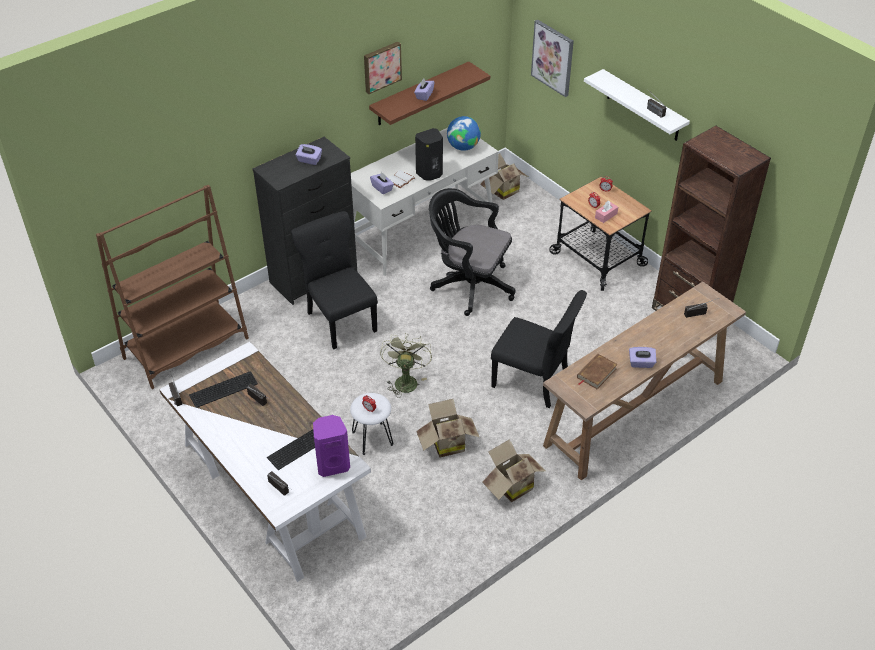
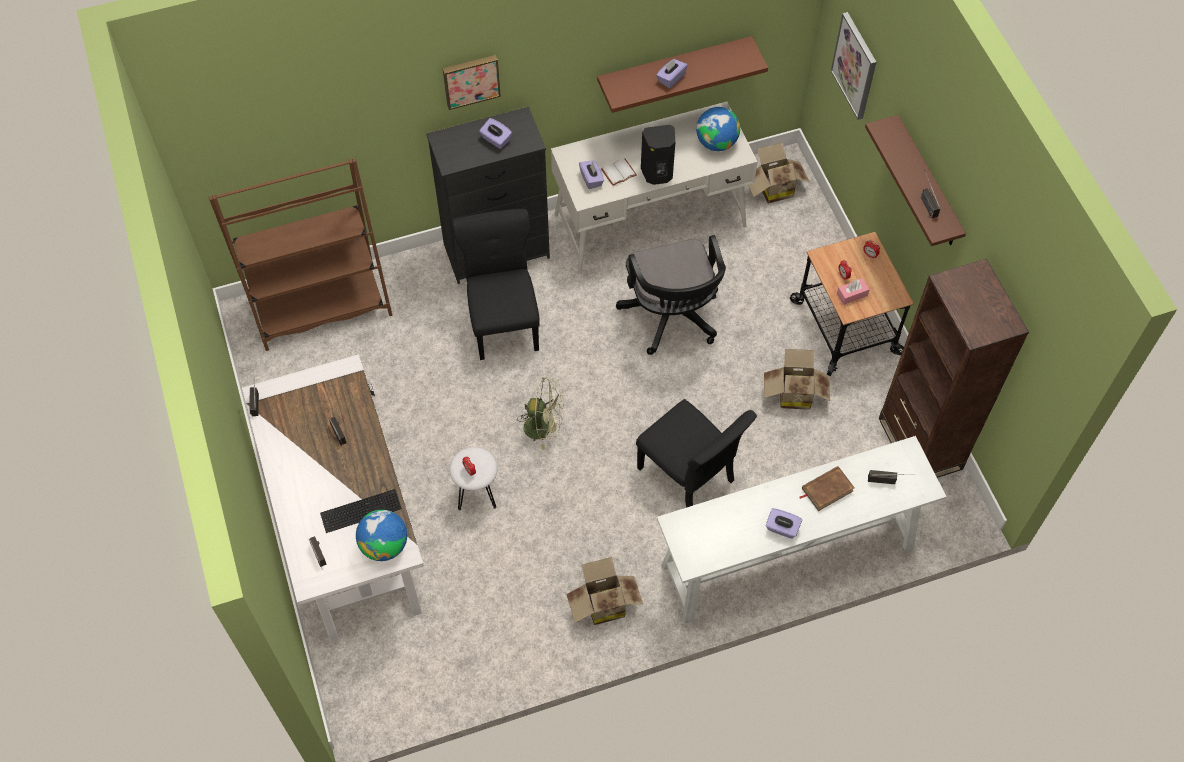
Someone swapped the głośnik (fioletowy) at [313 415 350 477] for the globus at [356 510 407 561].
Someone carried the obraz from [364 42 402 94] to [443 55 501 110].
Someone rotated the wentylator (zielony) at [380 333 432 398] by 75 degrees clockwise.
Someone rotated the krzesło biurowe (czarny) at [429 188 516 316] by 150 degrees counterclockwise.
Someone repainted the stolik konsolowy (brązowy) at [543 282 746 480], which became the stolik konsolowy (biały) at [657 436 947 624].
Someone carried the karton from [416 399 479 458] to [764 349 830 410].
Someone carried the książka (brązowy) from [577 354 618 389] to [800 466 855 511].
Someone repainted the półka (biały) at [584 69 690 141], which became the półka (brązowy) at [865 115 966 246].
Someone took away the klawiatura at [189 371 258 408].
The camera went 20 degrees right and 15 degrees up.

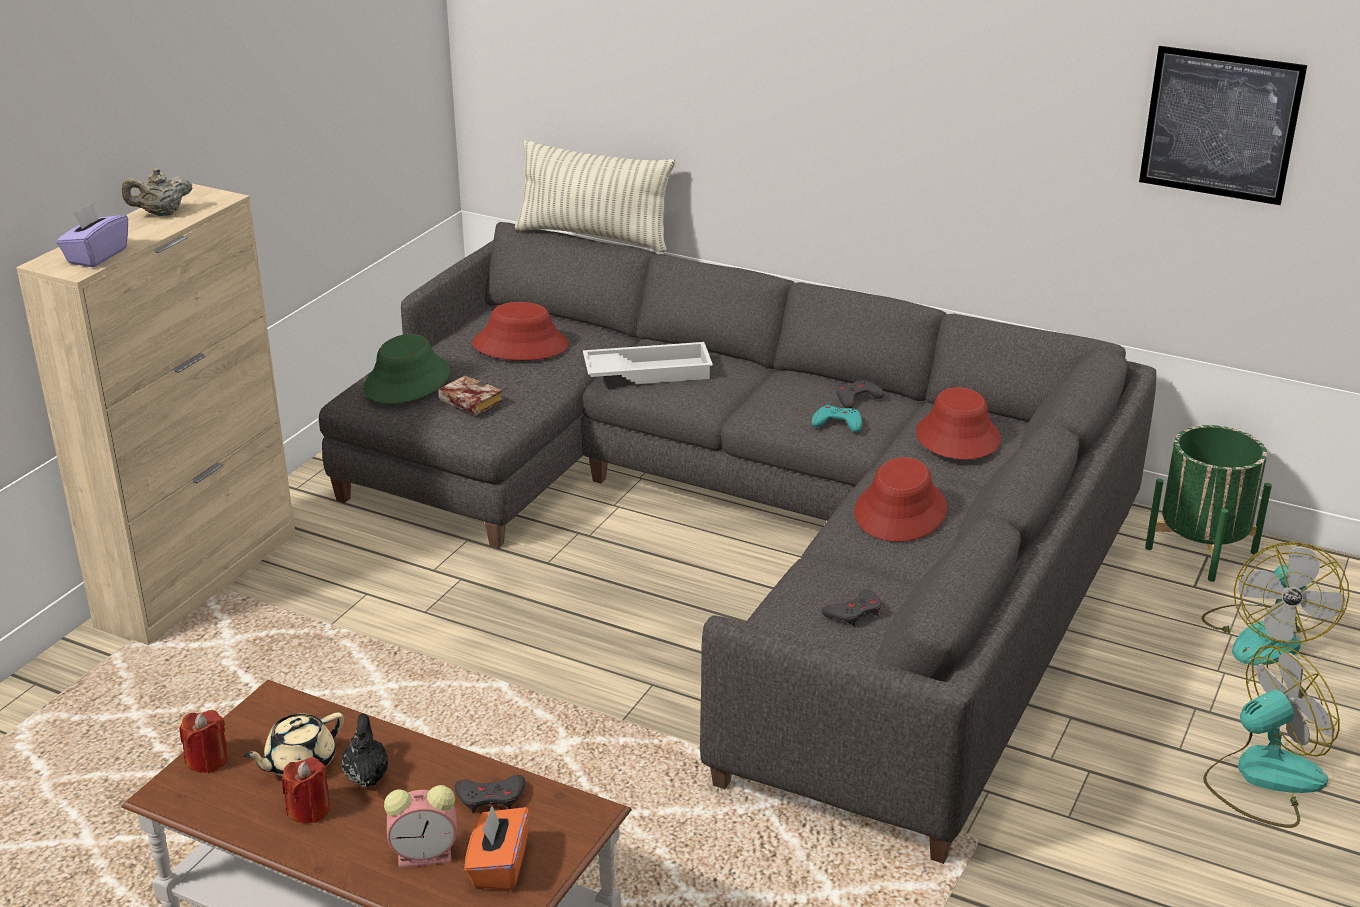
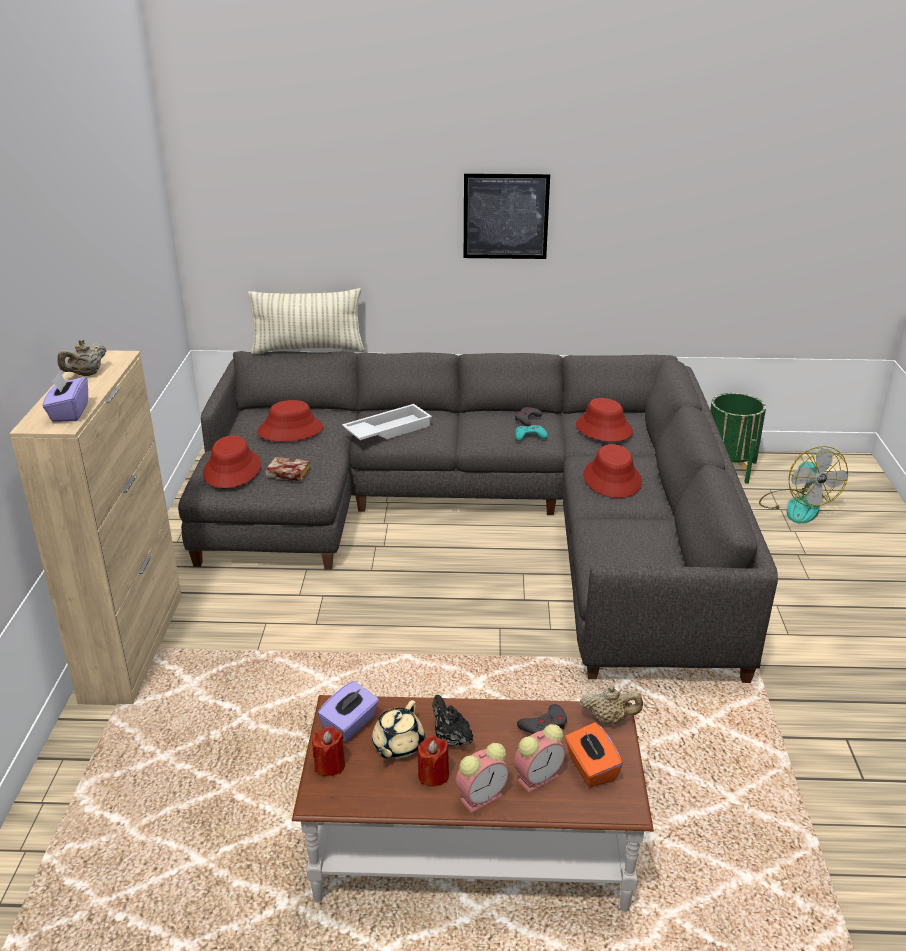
Someone repainted the kapelusz (zielony) at [363 334 450 404], which became the kapelusz (czerwony) at [203 436 261 488].
Someone put down the pudełko chusteczek (fioletowy) at [317 681 379 742].
Someone put down the budzik at [456 743 509 813].
Someone carried the obraz from [1139 46 1307 205] to [464 173 550 259].
Someone put down the imbryk (beżowy) at [580 685 643 725].
Someone took away the pad do gier (szary) at [822 590 881 626].
Someone took away the wentylator at [1203 645 1340 828].
The camera went 25 degrees left and 0 degrees up.

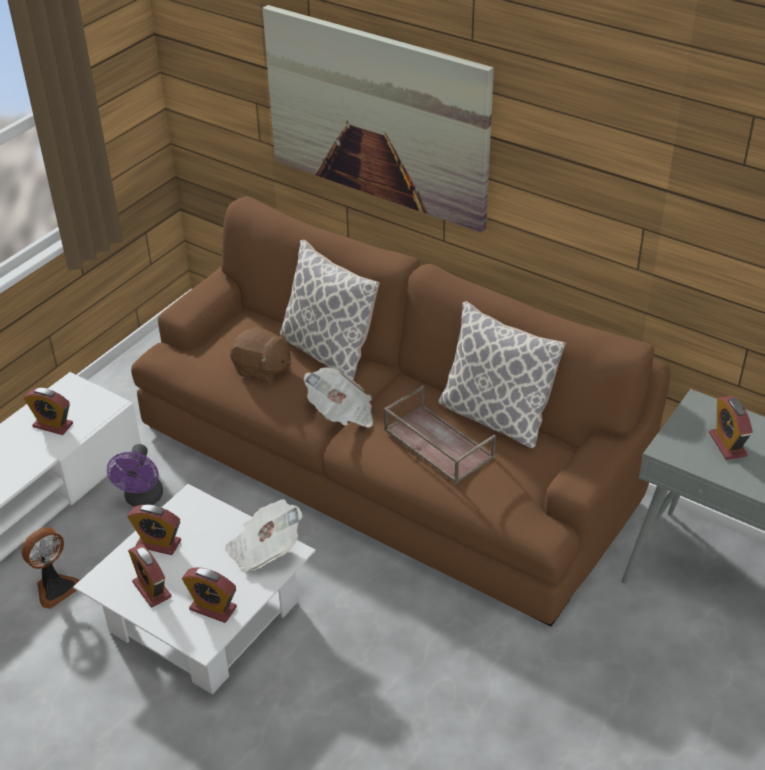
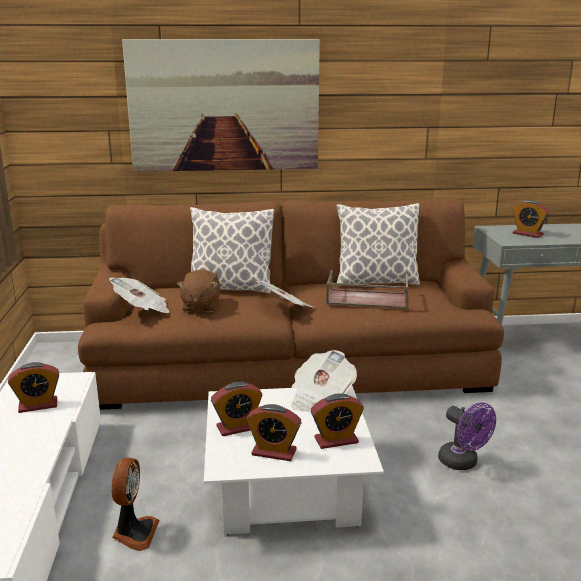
Someone put down the gazeta at [109 278 169 313].
Someone rotated the pluszak (brązowy) at [230 327 291 384] by 105 degrees clockwise.
Someone carried the wentylator (fioletowy) from [107 444 163 506] to [438 402 496 470].
The camera went 40 degrees left and 20 degrees down.

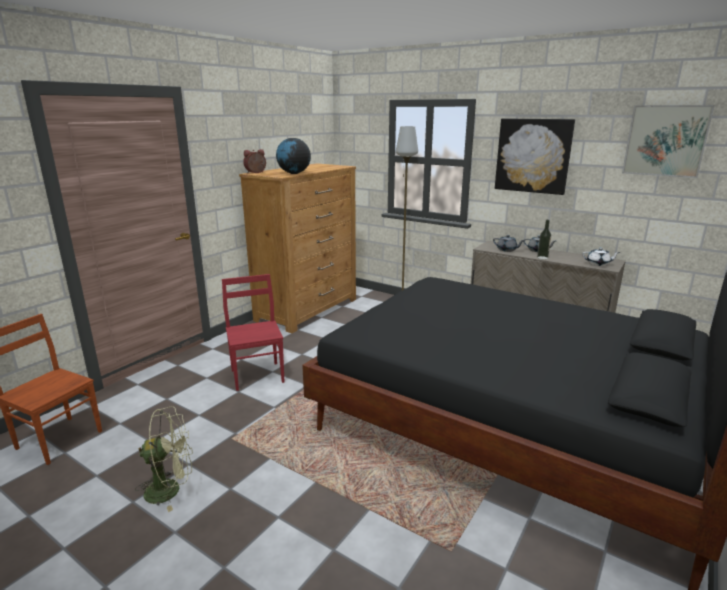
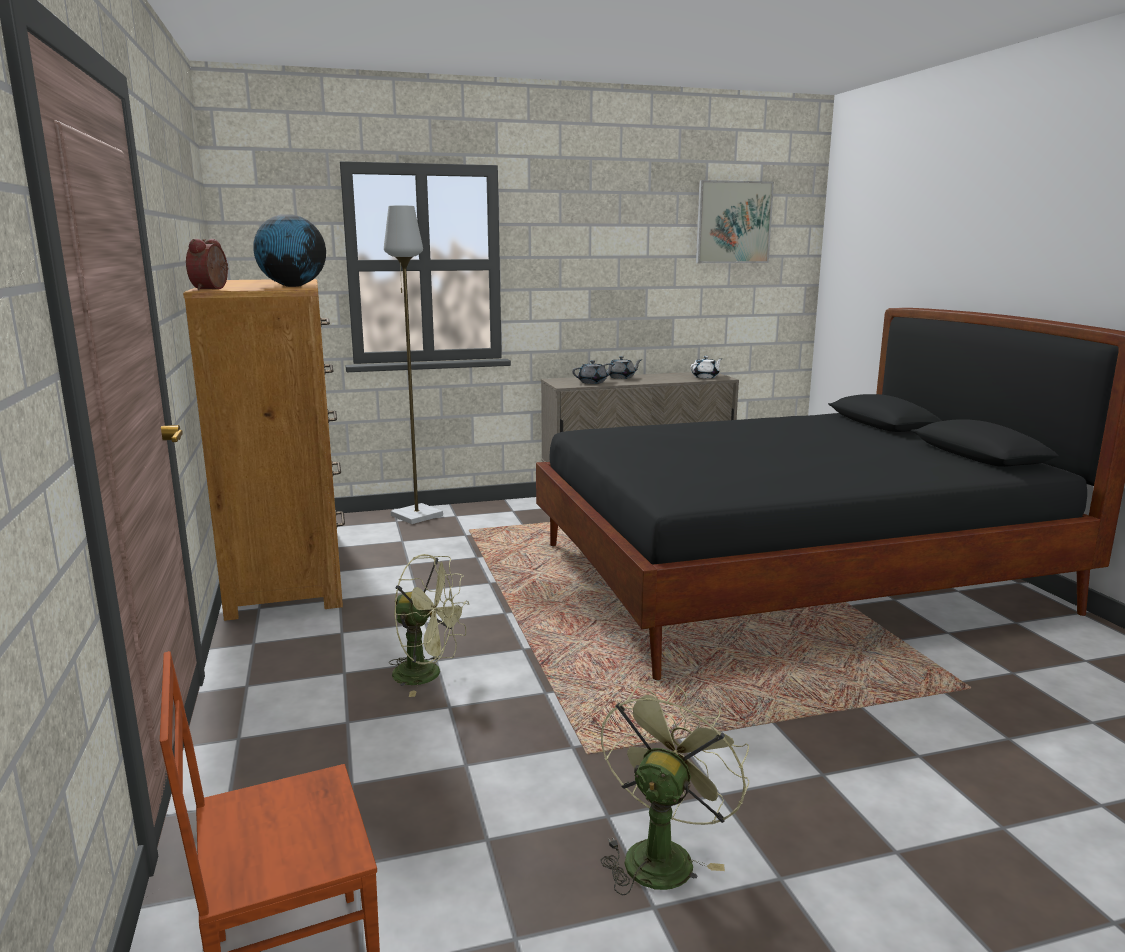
Someone swapped the krzesło (czerwony) at [222 274 284 391] for the wentylator (zielony) at [389 554 469 697].
Someone took away the obraz at [495 118 575 195].
Someone took away the butelka at [537 220 551 259].
The camera went 50 degrees left and 5 degrees down.

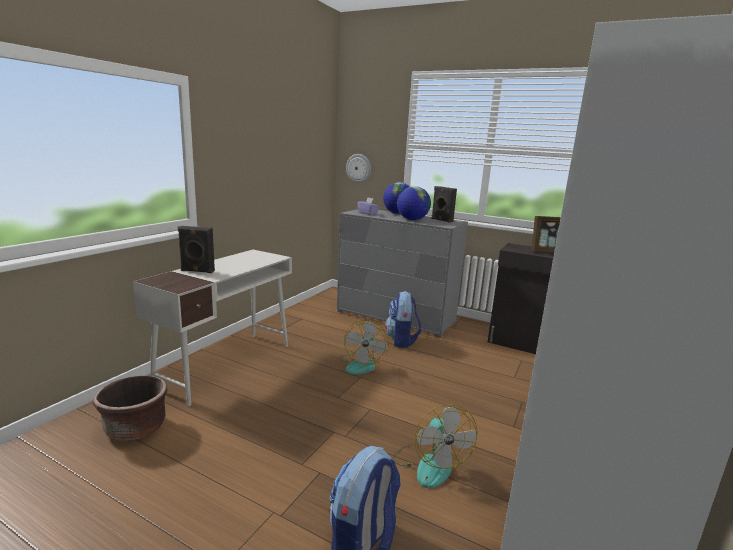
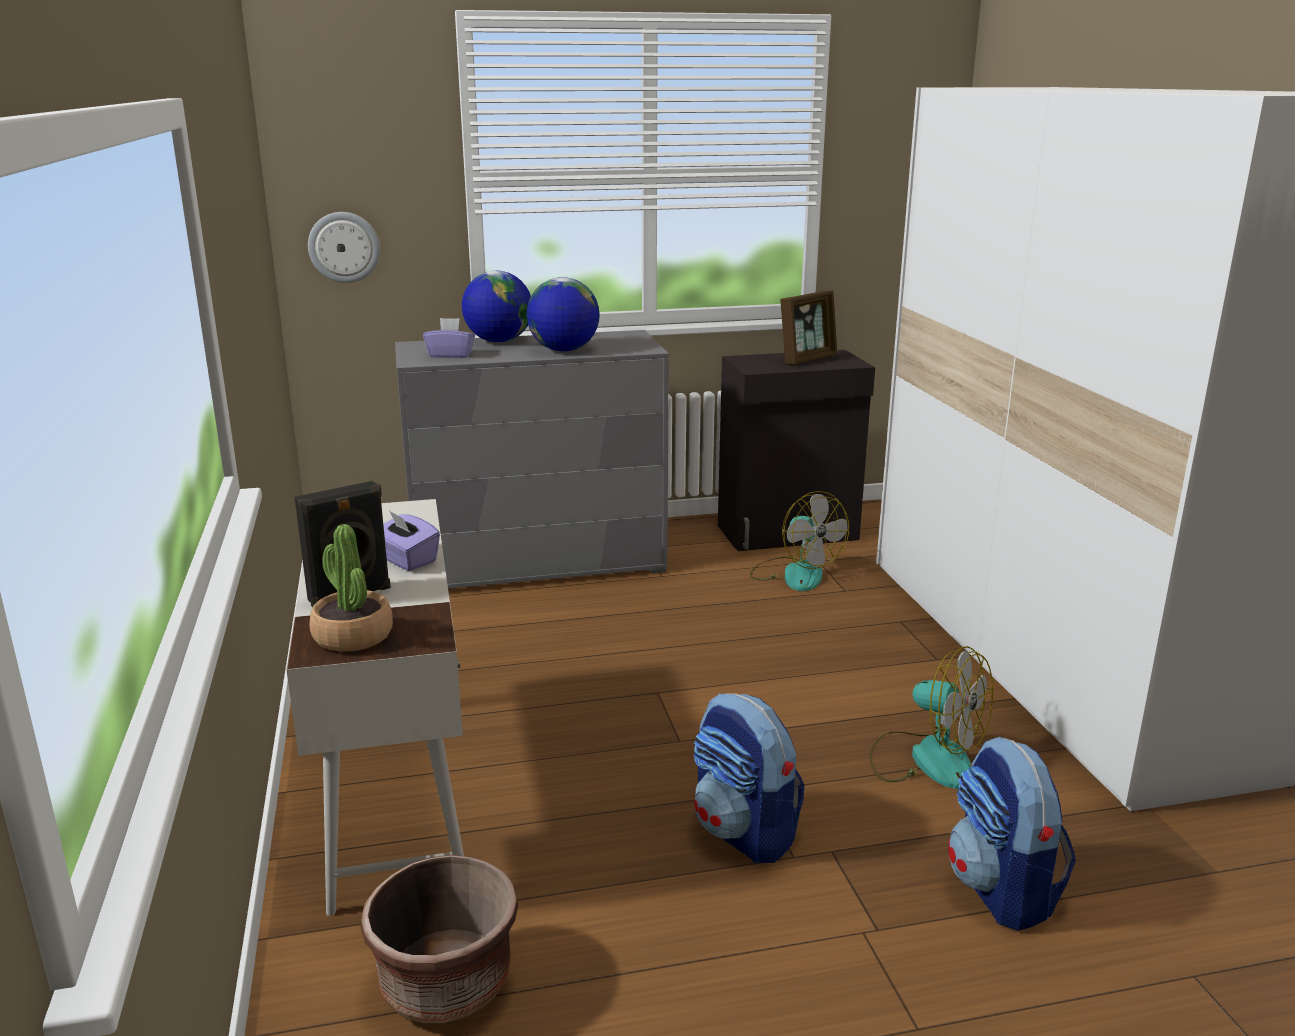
Someone put down the roślina doniczkowa at [310 524 393 652].
Someone put down the pudełko chusteczek (fioletowy) at [383 511 440 571].
Someone carried the plecak from [385 291 421 348] to [694 693 805 863].
Someone carried the wentylator from [340 320 389 374] to [750 491 849 591].
Someone took away the głośnik (czarny) at [431 186 457 223].
The camera went 40 degrees left and 5 degrees up.

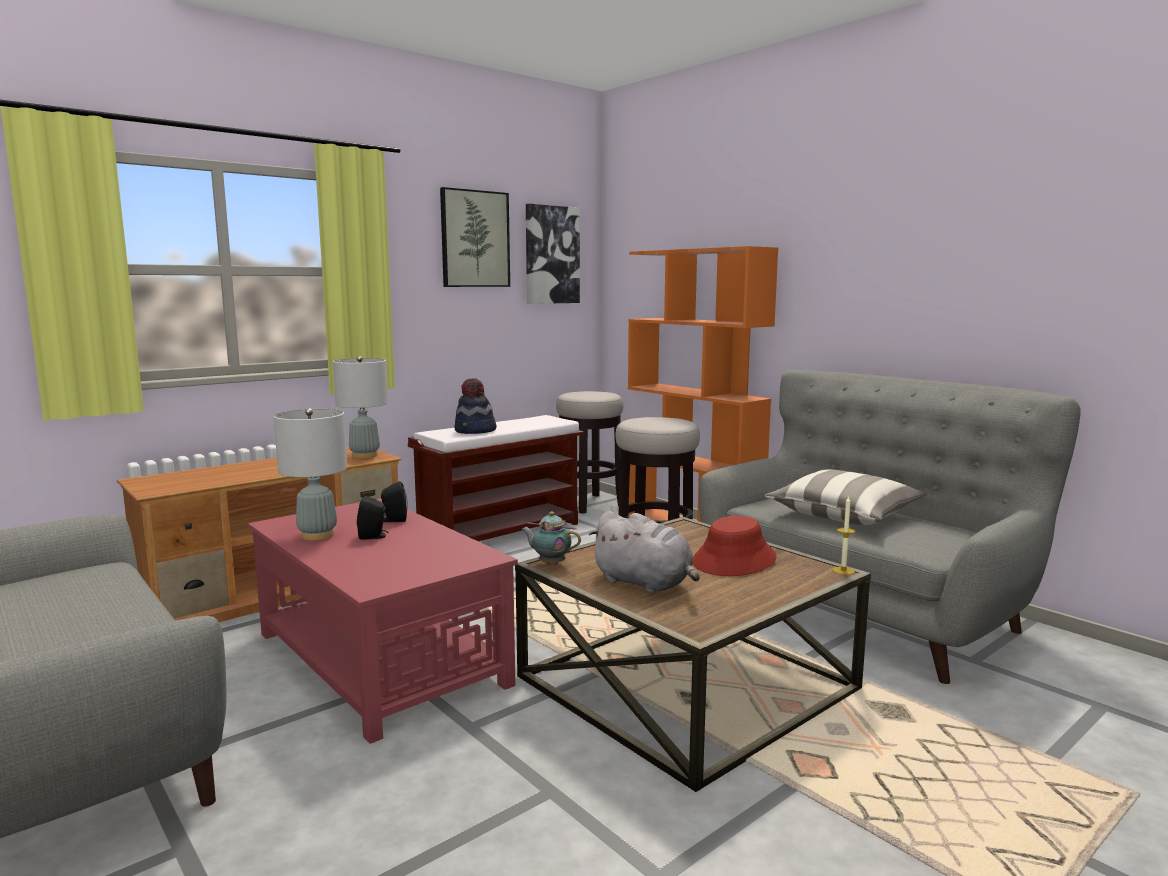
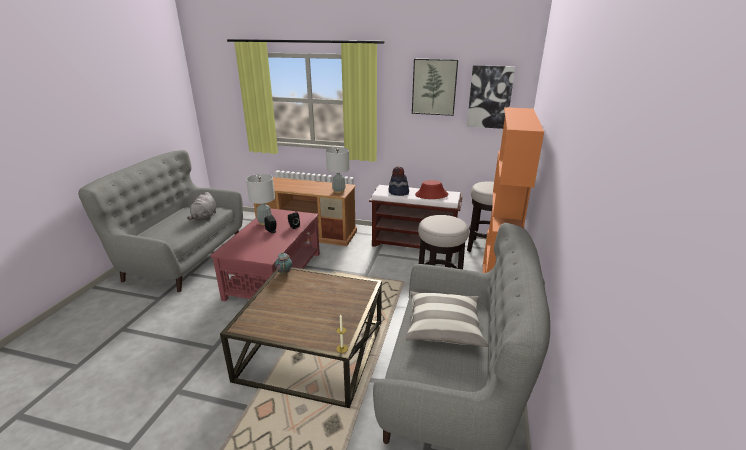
Someone carried the pluszak (szary) from [589 511 700 593] to [187 192 217 220].
Someone carried the kapelusz (czerwony) from [693 516 777 576] to [415 180 448 199].
The camera went 55 degrees right and 15 degrees up.

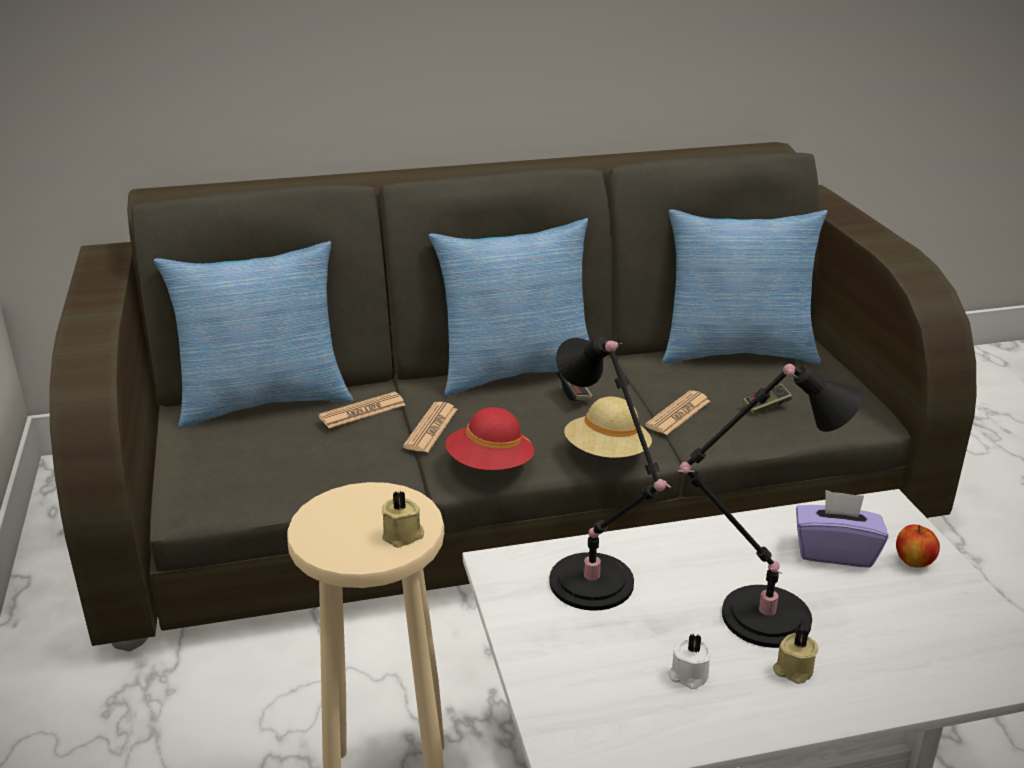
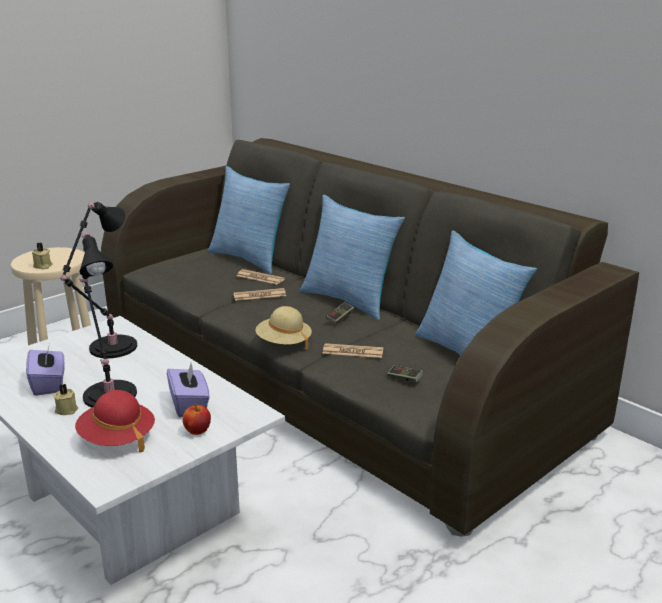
Someone swapped the świeca (biały) at [668 634 712 689] for the pudełko chusteczek (fioletowy) at [26 344 65 396].
Someone carried the kapelusz (czerwony) from [445 407 534 470] to [75 390 155 452].
The camera went 60 degrees right and 5 degrees down.

